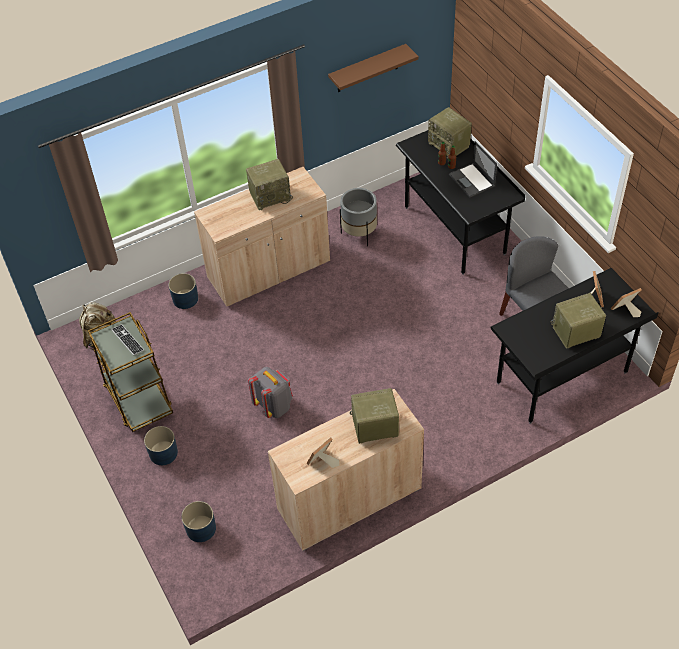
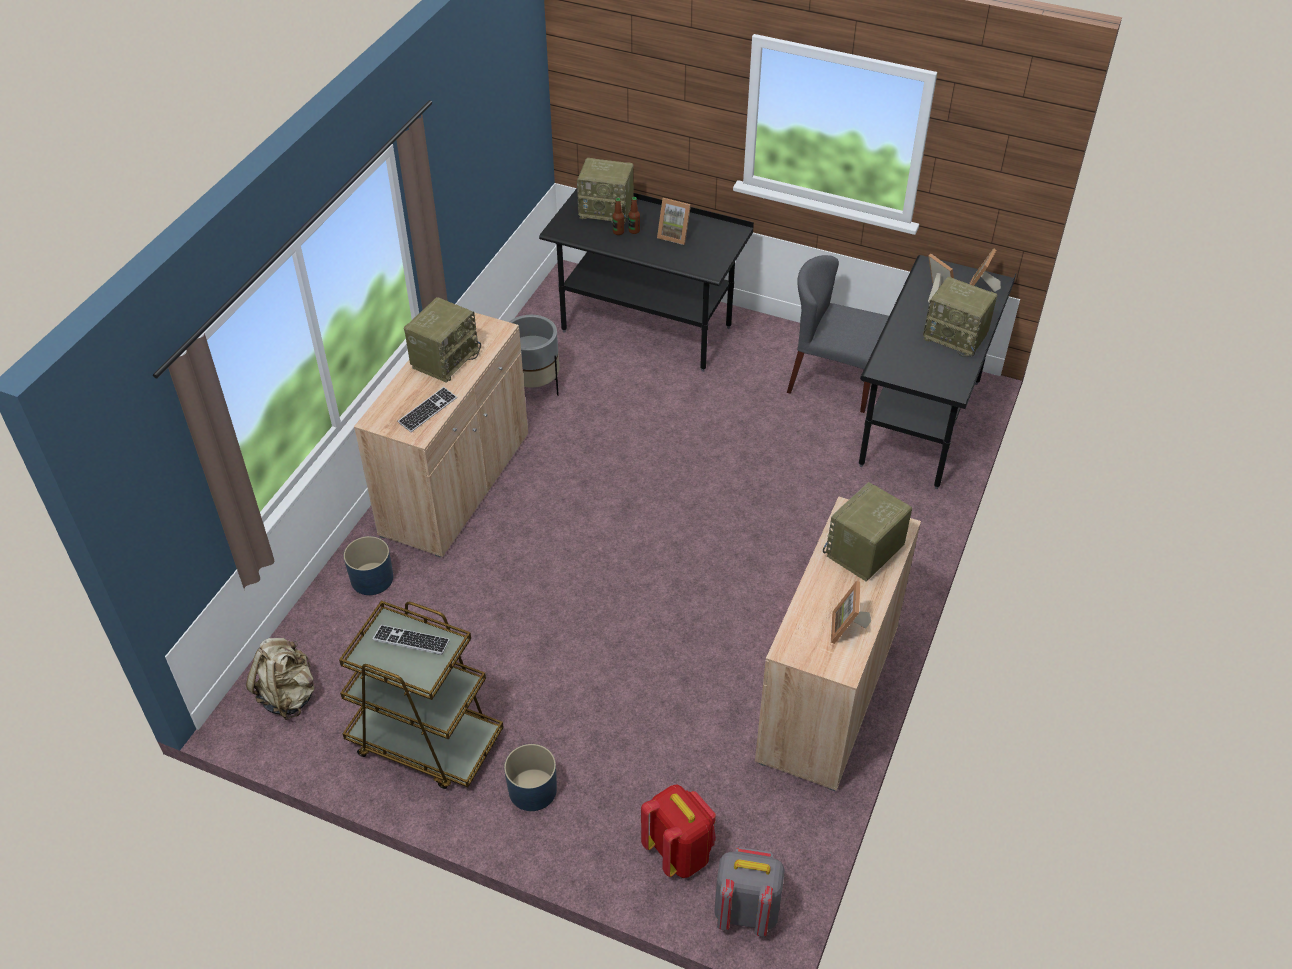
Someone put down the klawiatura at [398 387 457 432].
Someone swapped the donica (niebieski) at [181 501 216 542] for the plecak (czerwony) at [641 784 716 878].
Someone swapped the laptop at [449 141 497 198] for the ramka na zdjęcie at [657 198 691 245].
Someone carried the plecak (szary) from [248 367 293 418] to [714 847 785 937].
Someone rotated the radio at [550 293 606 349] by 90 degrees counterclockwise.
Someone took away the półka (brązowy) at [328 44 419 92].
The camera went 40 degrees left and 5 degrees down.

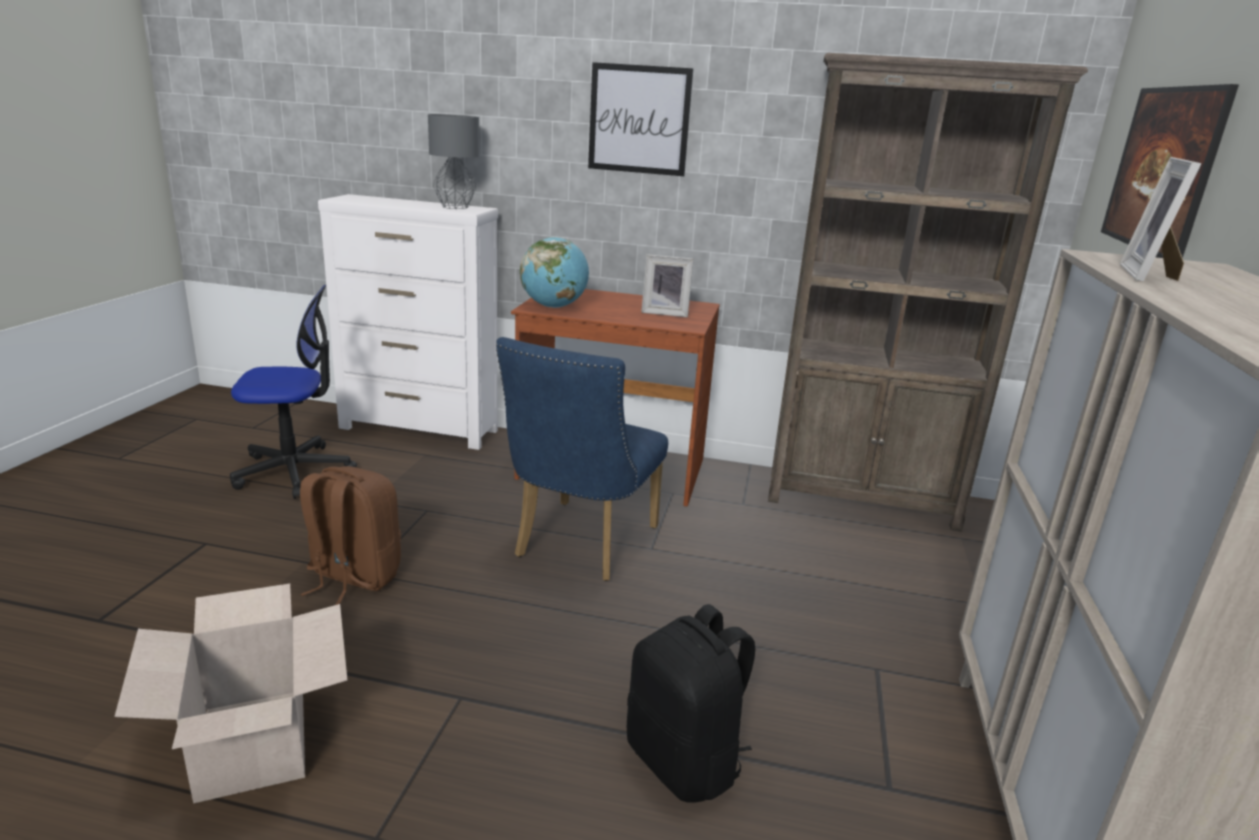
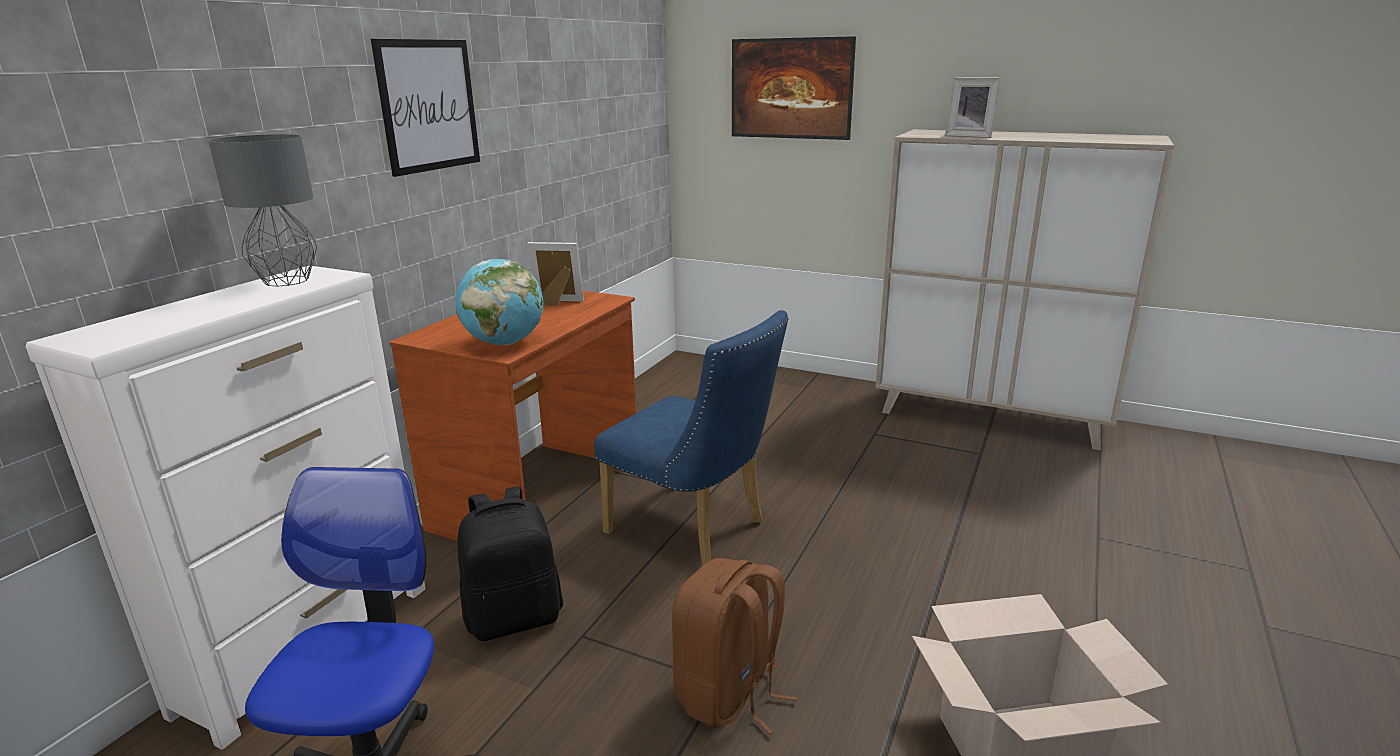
Someone carried the plecak (czarny) from [627 604 755 803] to [457 486 563 641].
Someone rotated the ramka na zdjęcie at [641 254 694 317] by 105 degrees counterclockwise.
Someone took away the regał (brązowy) at [768 53 1088 532].
The camera went 75 degrees left and 0 degrees up.

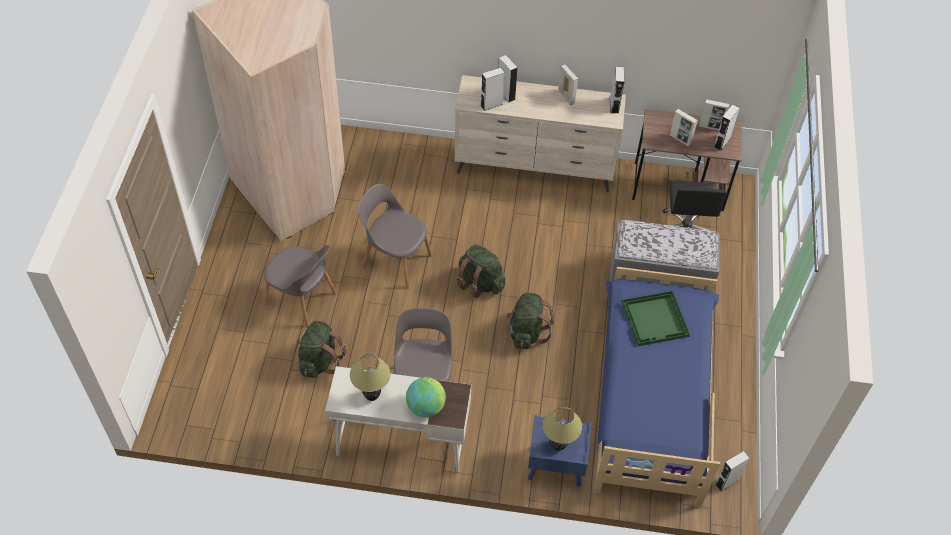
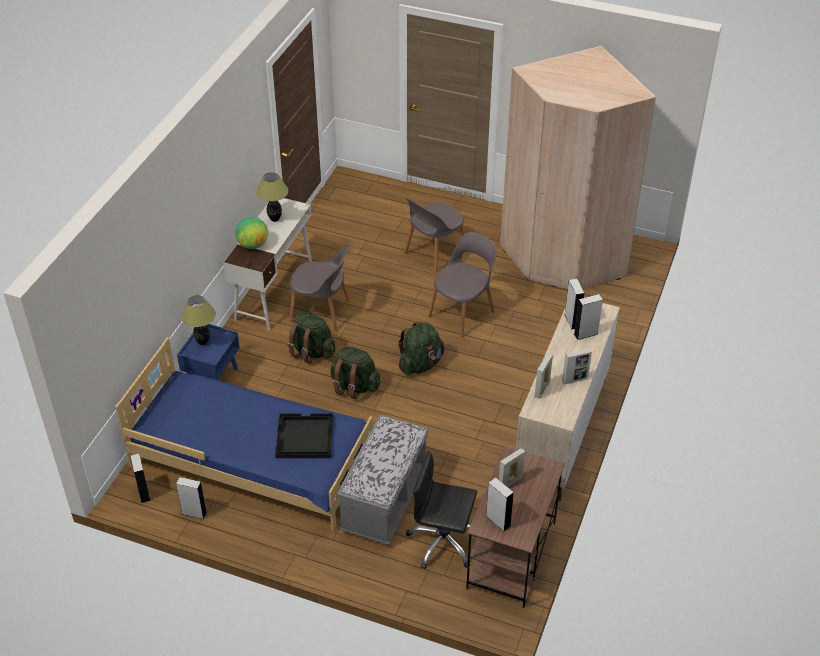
Someone carried the głośnik (szary) from [610 66 625 114] to [176 477 207 519].
Someone repainted the taca (zielony) at [622 291 690 346], which became the taca (czarny) at [275 413 333 458].
Someone carried the plecak (zielony) from [296 321 346 378] to [288 311 336 364].
Someone carried the ramka na zdjęcie from [699 99 729 131] to [535 353 553 399].
The camera went 105 degrees right and 10 degrees down.

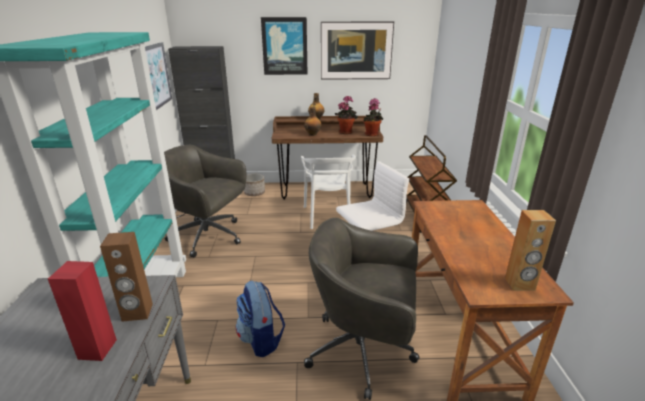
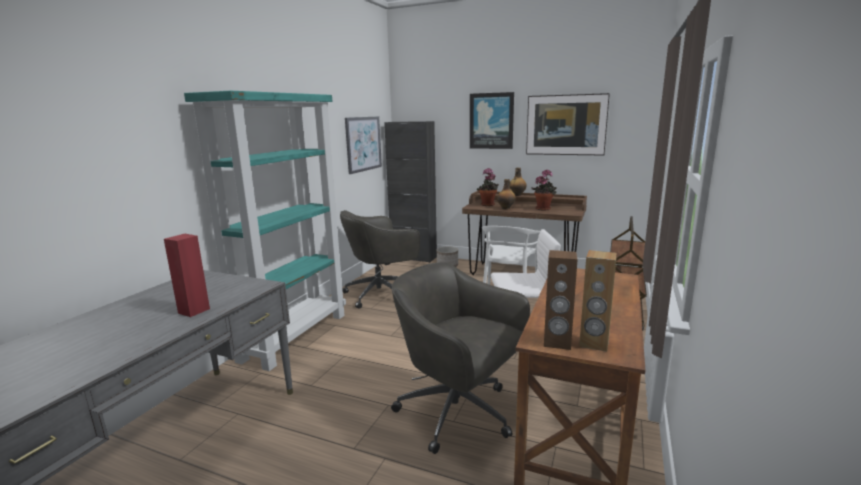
Someone rotated the krzesło biurowe (szary) at [164 145 246 257] by 75 degrees counterclockwise.
Someone carried the roślina doniczkowa from [363 98 383 137] to [476 168 499 206].
Someone carried the głośnik (brązowy) from [100 232 153 322] to [544 250 578 350].
Someone took away the plecak at [236 280 285 357].
The camera went 25 degrees right and 10 degrees down.

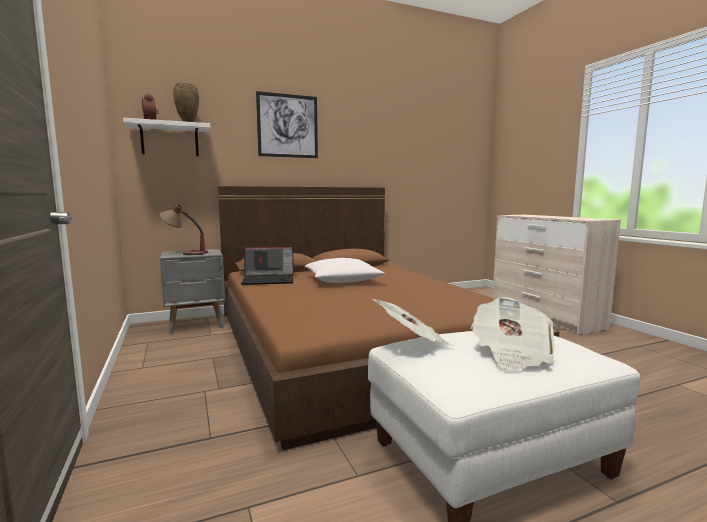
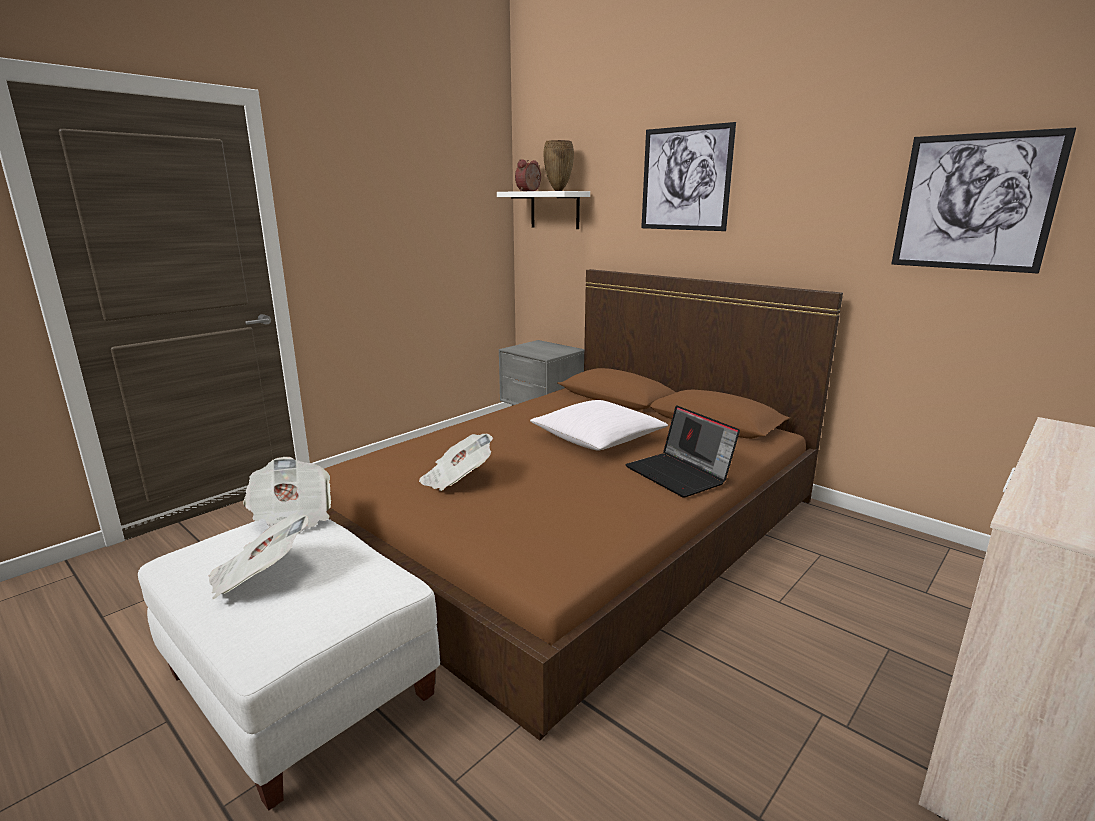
Someone put down the gazeta at [419 434 493 491].
Someone carried the laptop from [241 246 294 285] to [625 405 740 498].
Someone put up the obraz at [891 127 1076 273].
Someone took away the lampa stołowa at [159 204 208 255].
The camera went 65 degrees right and 10 degrees up.

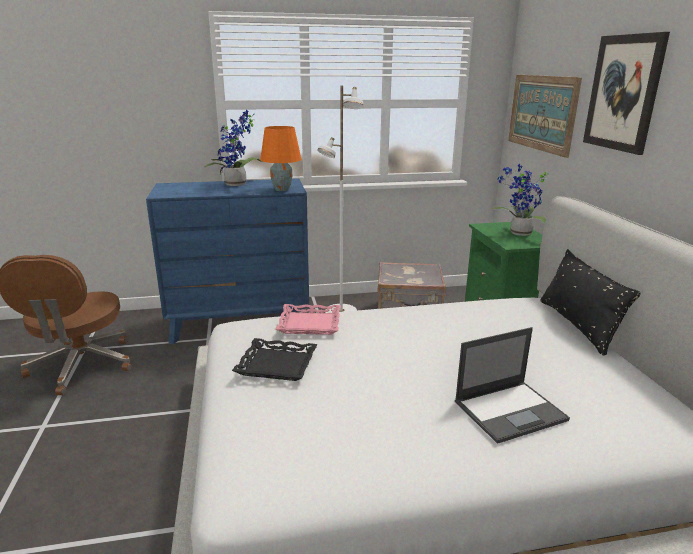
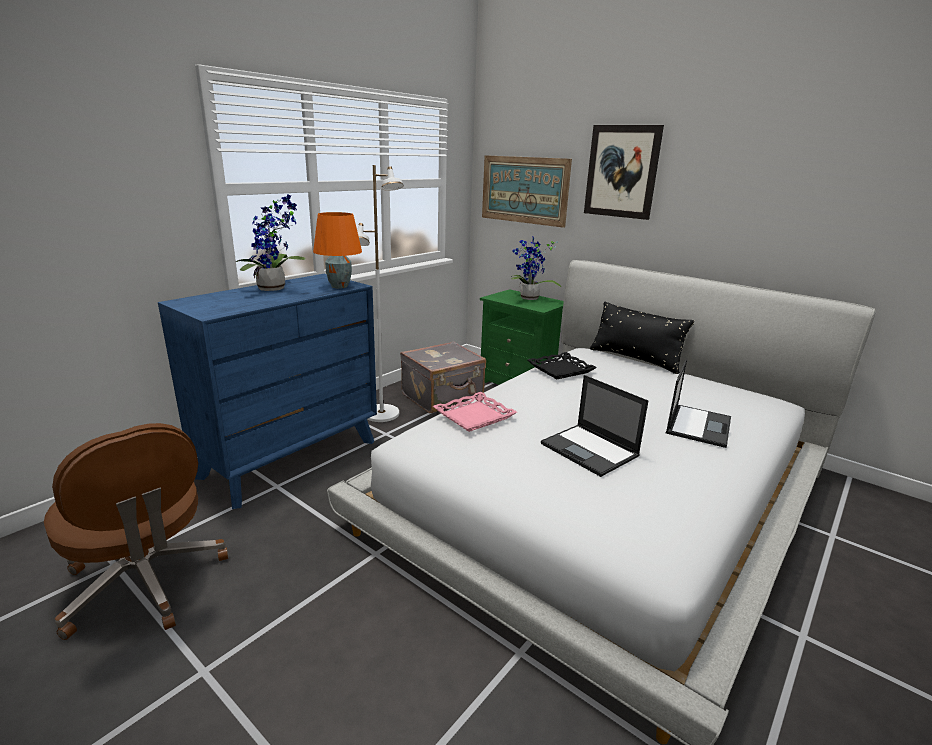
Someone carried the taca (czarny) from [232 338 318 381] to [528 352 597 379].
Someone put down the laptop at [541 375 649 477].
The camera went 40 degrees left and 0 degrees up.

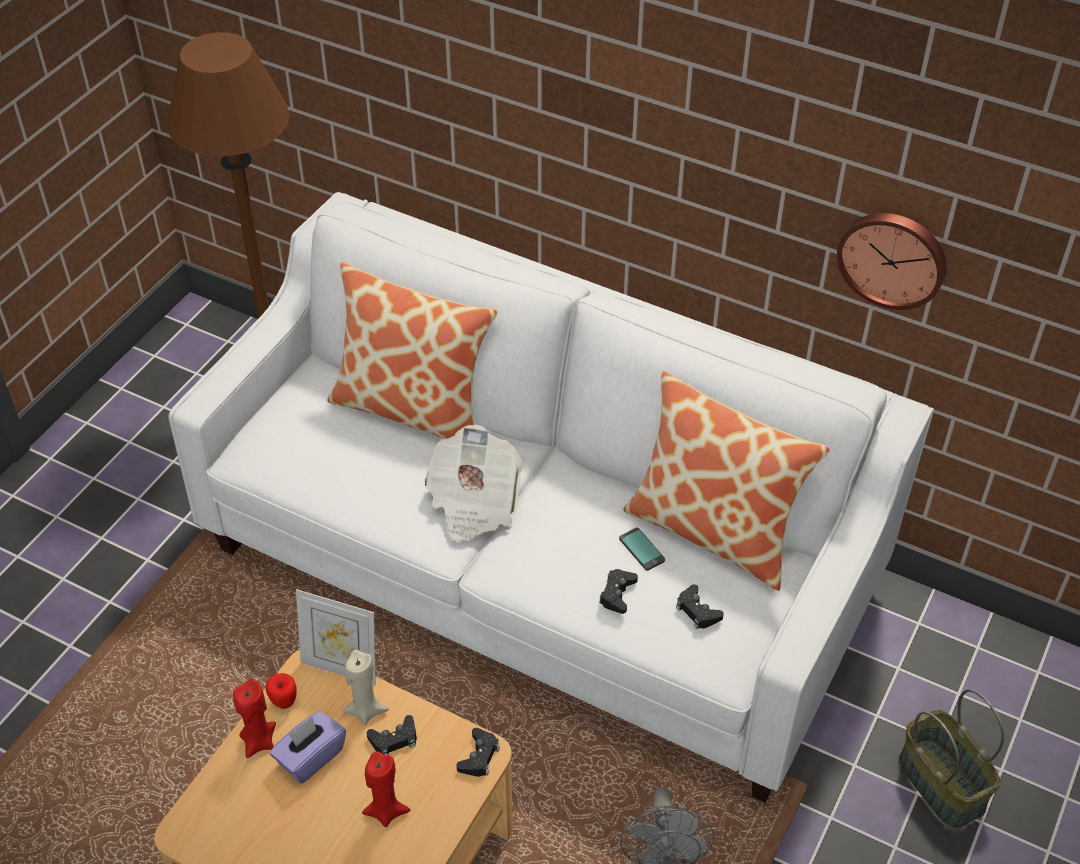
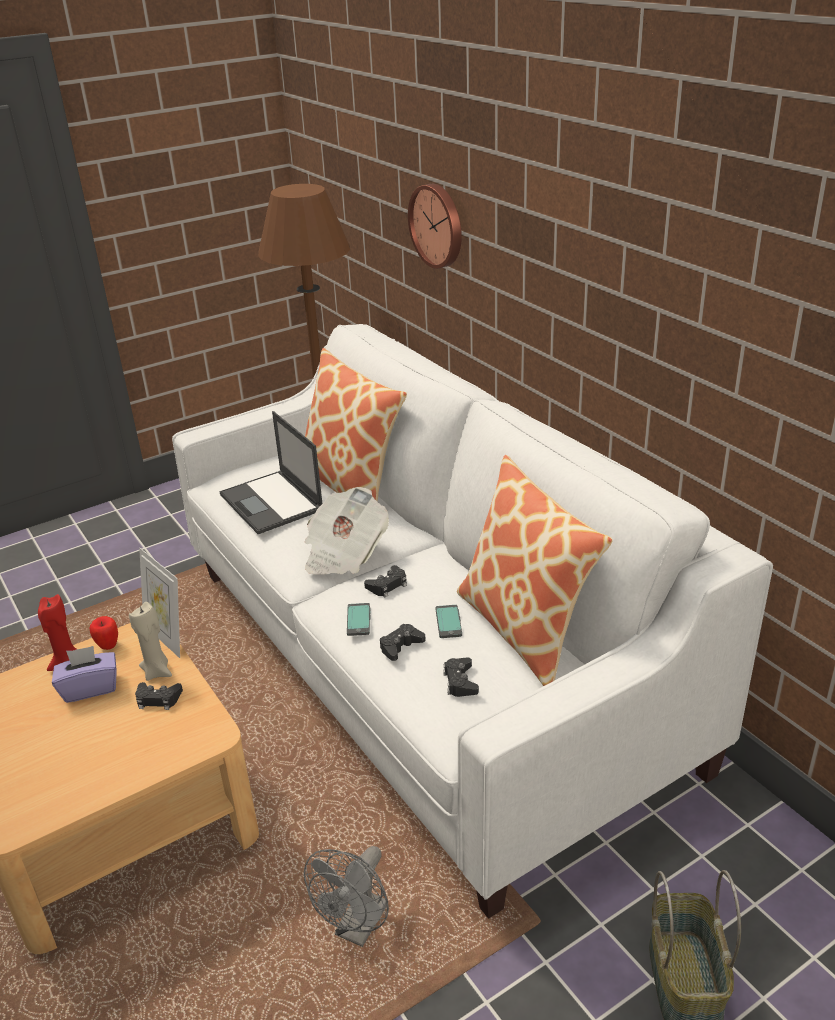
Someone put down the laptop at [219 411 322 534].
Someone put down the telefon at [347 603 370 636].
Someone carried the pad do gier (czarny) from [456 728 500 777] to [364 565 407 597].
Someone carried the zegar ścienny from [837 213 947 310] to [408 184 462 269].
Someone took away the świeca (czerwony) at [362 751 410 827].
The camera went 30 degrees right and 15 degrees down.

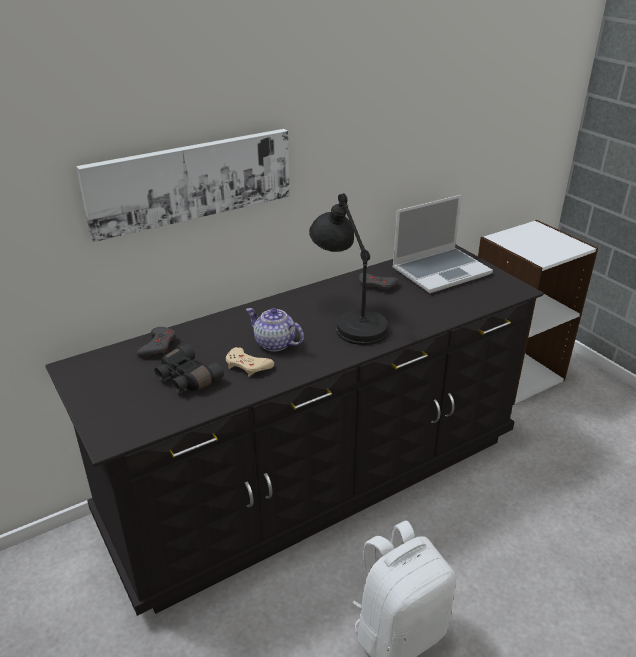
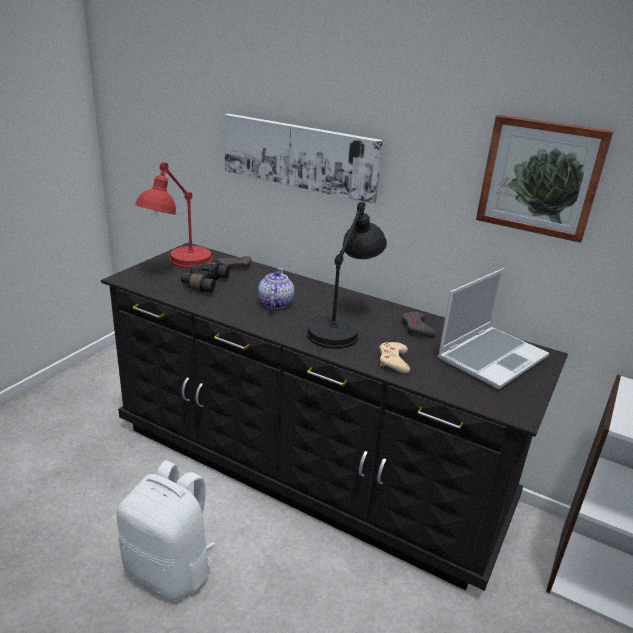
Someone put down the lampa stołowa (czerwony) at [135 162 212 268].
Someone carried the pad do gier (beżowy) from [226 347 274 377] to [379 342 410 374].
Someone rotated the laptop at [392 195 493 293] by 75 degrees counterclockwise.
Someone put up the obraz at [476 115 614 243].
The camera went 60 degrees right and 5 degrees down.

